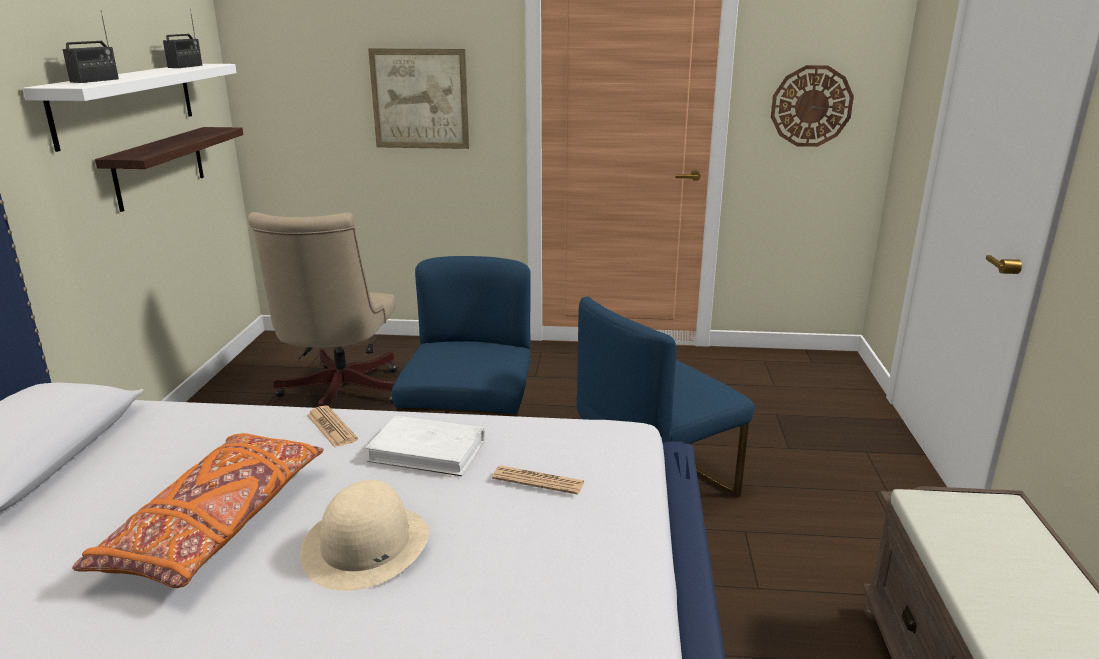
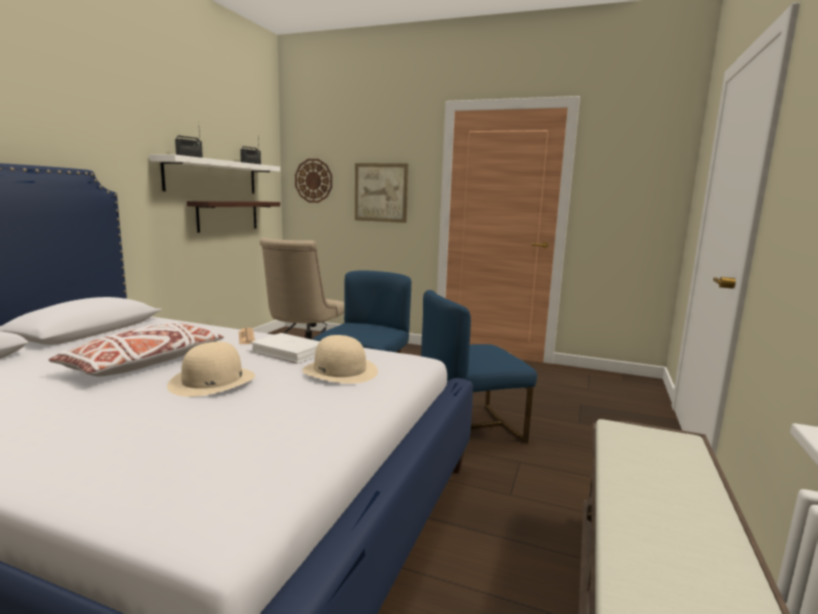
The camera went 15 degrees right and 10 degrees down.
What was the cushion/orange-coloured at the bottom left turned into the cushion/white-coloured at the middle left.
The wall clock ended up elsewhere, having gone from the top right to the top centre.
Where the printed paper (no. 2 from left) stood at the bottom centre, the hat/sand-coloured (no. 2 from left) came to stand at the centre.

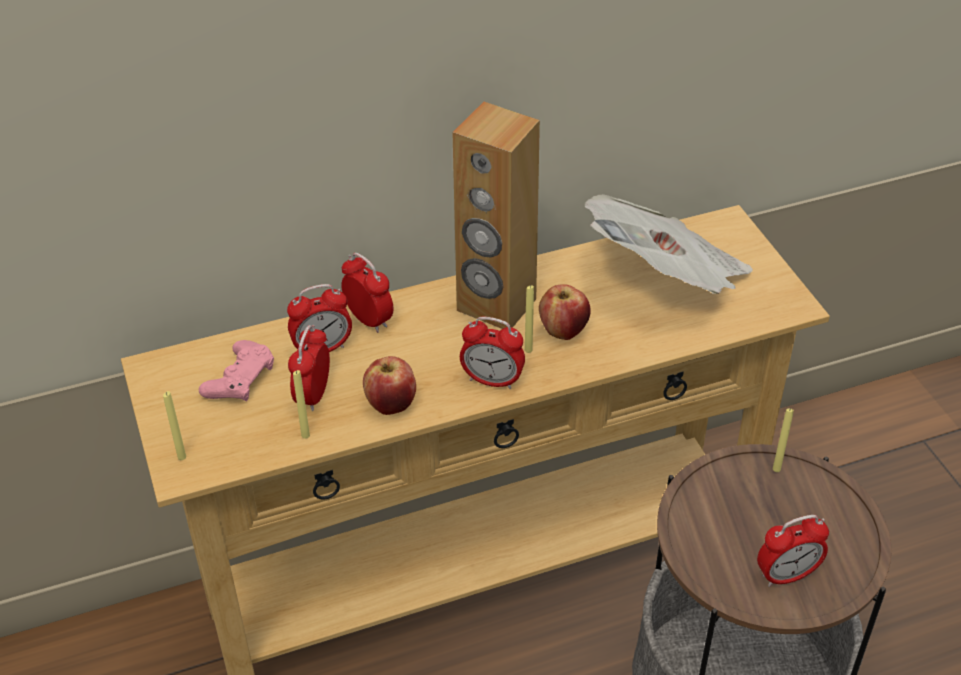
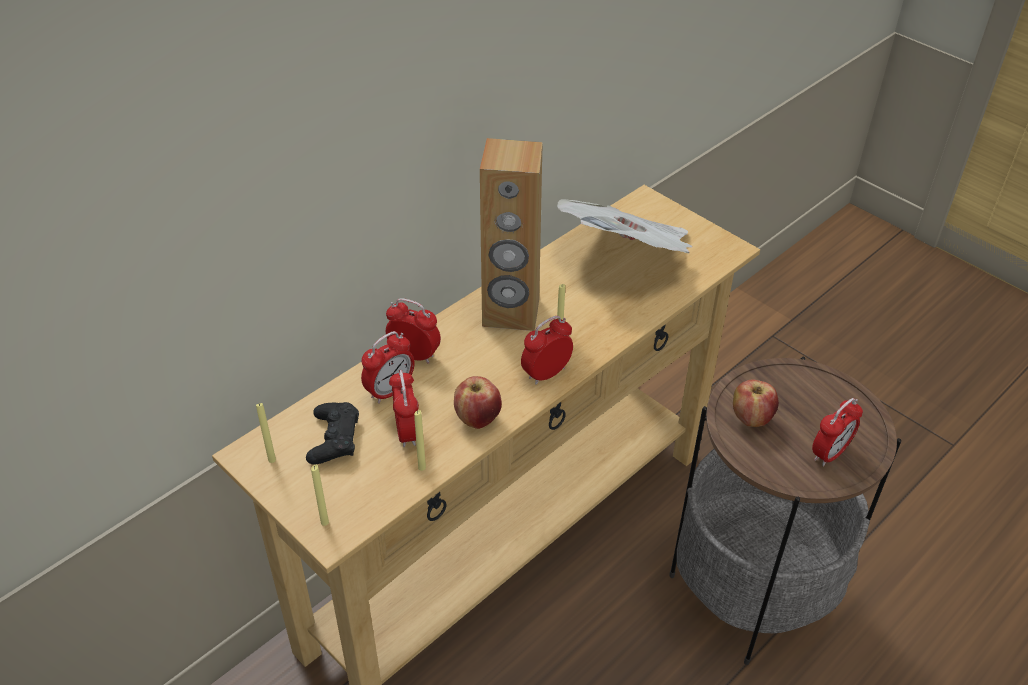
The camera went 25 degrees left and 0 degrees up.
The wax light/yellow-coloured (no. 4 from left in the first image) ended up elsewhere, having gone from the middle right to the middle left.
What was the joypad/pink at the middle left turned into the joypad/black at the middle left.
The bedside clock (no. 4 from left) at the centre ended up facing another way, 150 degrees clockwise from before.
The whole apple (no. 2 from left) ended up elsewhere, having gone from the centre to the middle right.

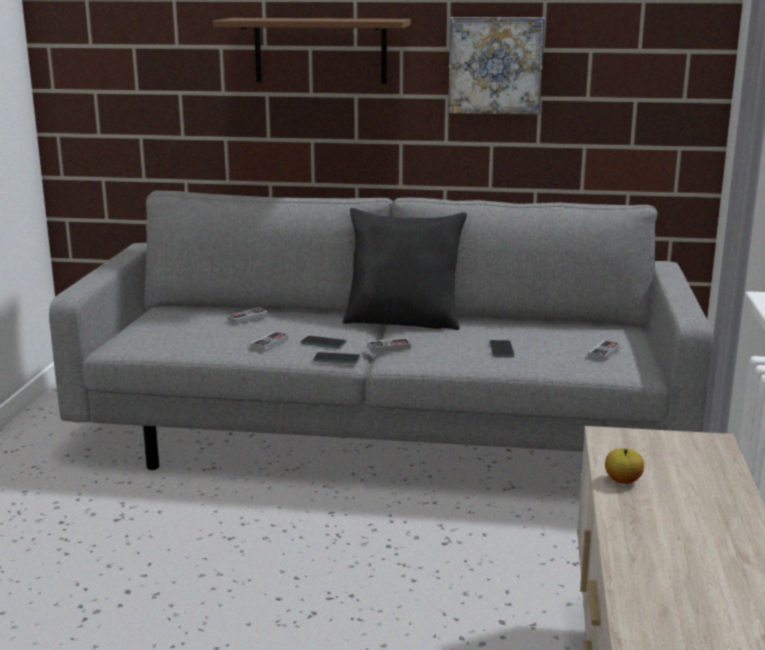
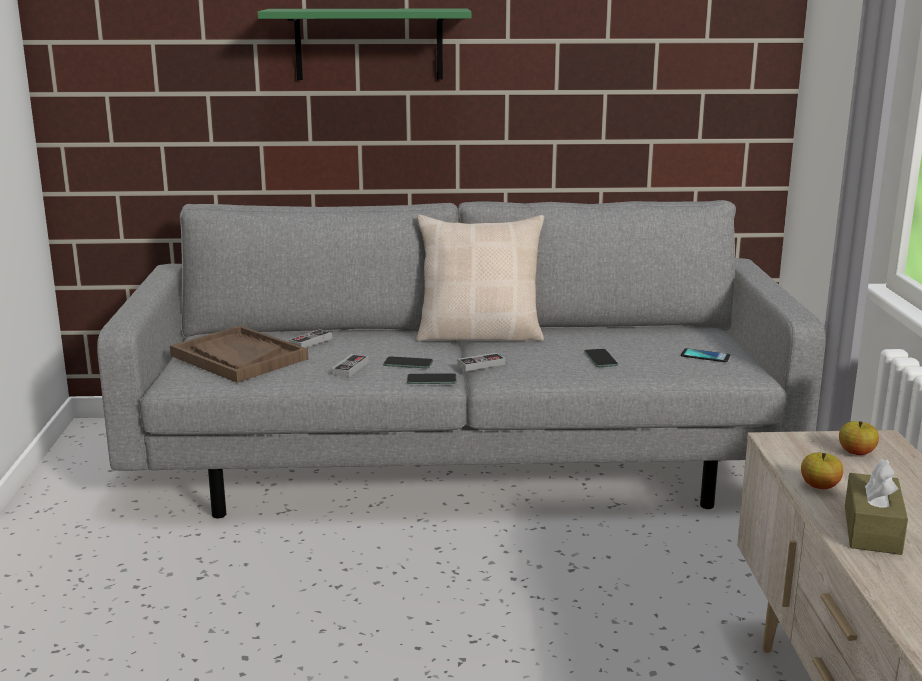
The camera went 10 degrees left and 0 degrees up.
The second view gained the serving tray/brown at the middle left.
What was the shelf/brown at the top centre turned into the shelf/greenish at the top centre.
What was the cushion/black at the centre turned into the cushion/sand-coloured at the centre.
Where the joypad (no. 4 from left) stood at the middle right, the handset (no. 4 from left) came to stand at the middle right.
The second view gained the whole apple (no. 2 from left) at the middle right.
The second view gained the tissue holder/brown at the bottom right.
The second view lost the wall picture at the top centre.

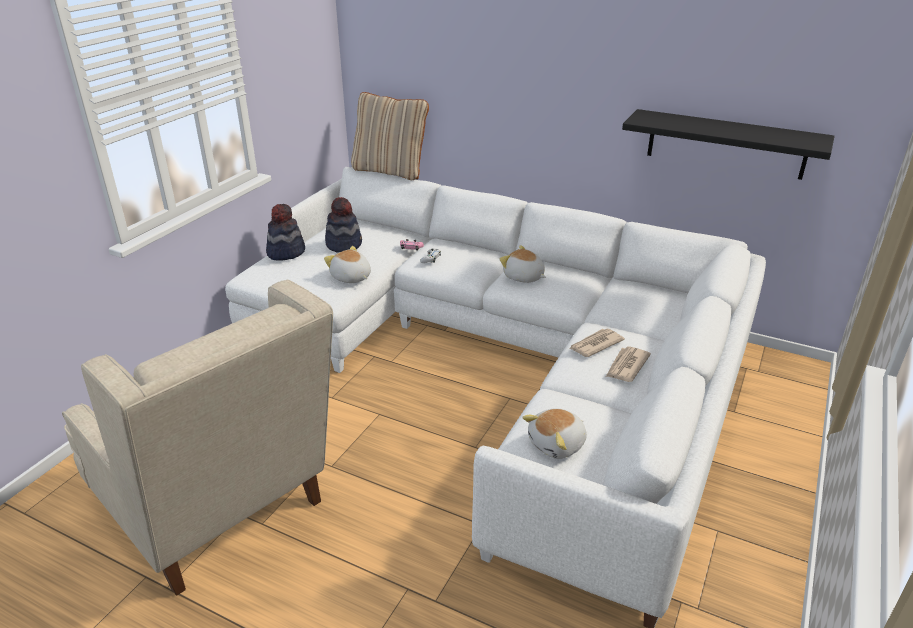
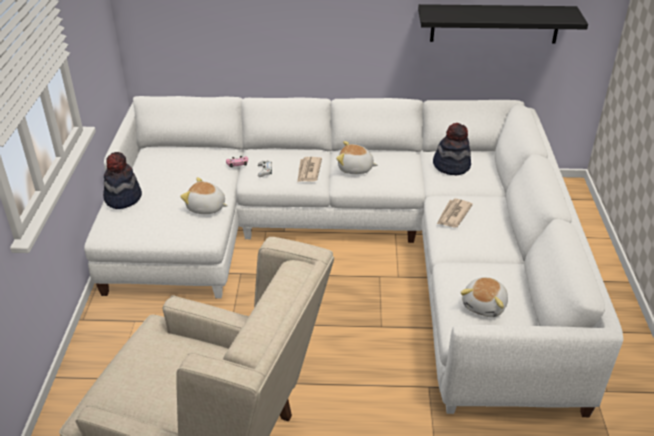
The camera went 25 degrees left and 5 degrees up.
The printed paper (no. 2 from left in the first image) ended up elsewhere, having gone from the middle right to the centre.
The hat (no. 2 from left) ended up elsewhere, having gone from the centre to the middle right.
The second view lost the cushion/sand-coloured at the top centre.

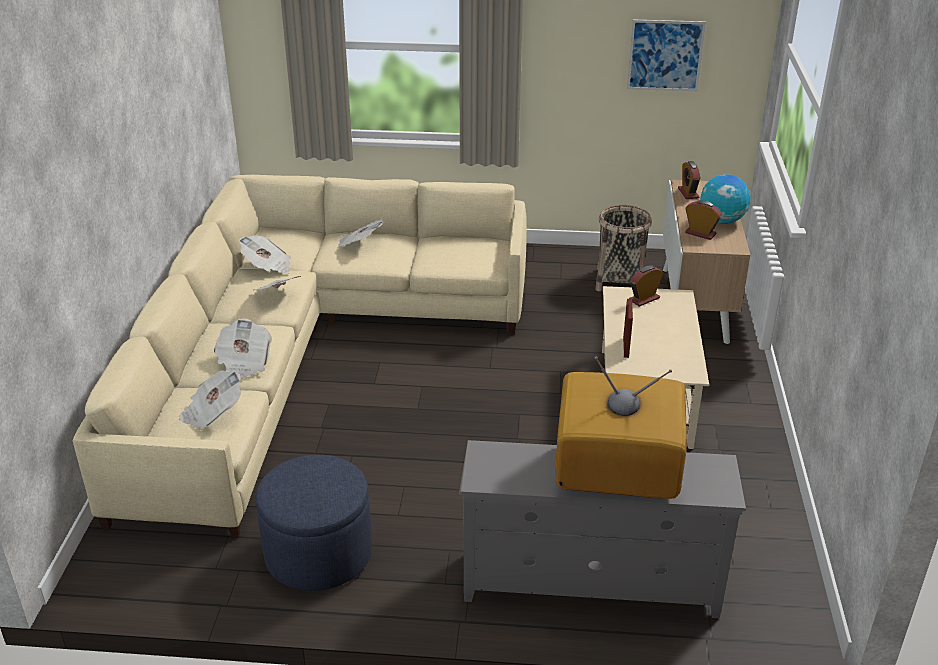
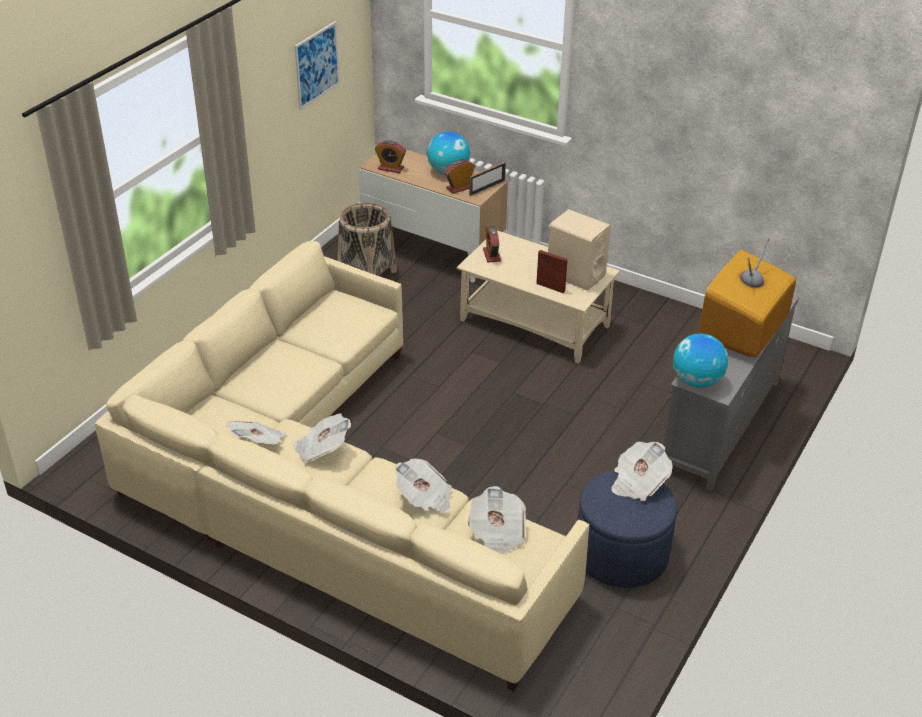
The camera went 65 degrees left and 5 degrees up.
The second view gained the standing frame (no. 1 from left) at the top centre.
The second view gained the speaker/sand-coloured at the centre.
The printed paper (no. 5 from left) ended up elsewhere, having gone from the centre to the middle right.
The second view gained the world globe (no. 2 from left) at the middle right.

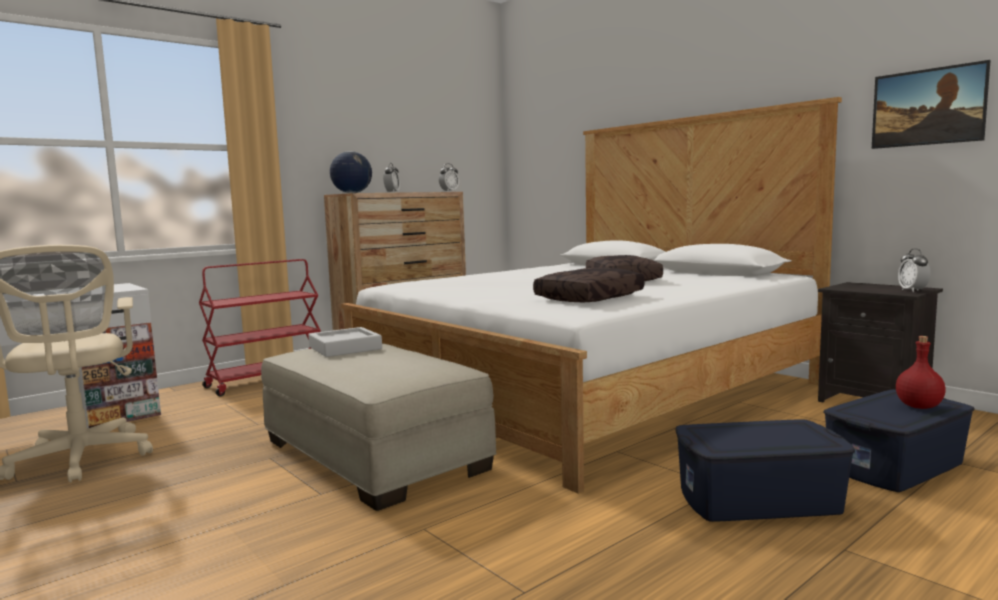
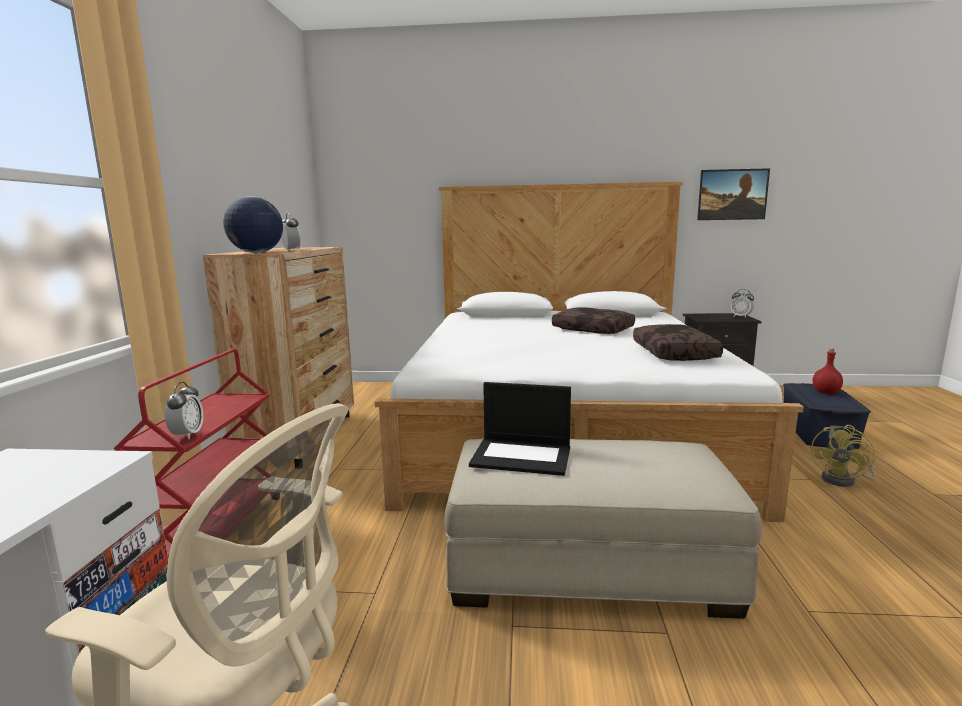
The camera went 45 degrees left and 5 degrees up.
The bedside clock (no. 2 from left in the first image) ended up elsewhere, having gone from the top centre to the middle left.
Where the serving tray/greyish stood at the centre, the notebook computer came to stand at the centre.
Where the storage container/blue (no. 1 from left) stood at the bottom right, the cooling fan/yellow-coloured came to stand at the middle right.

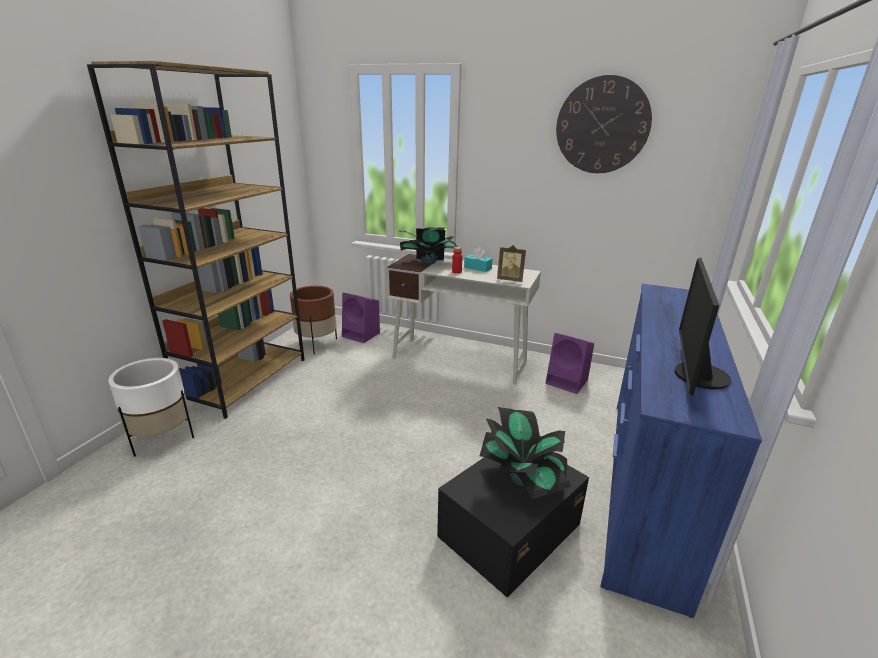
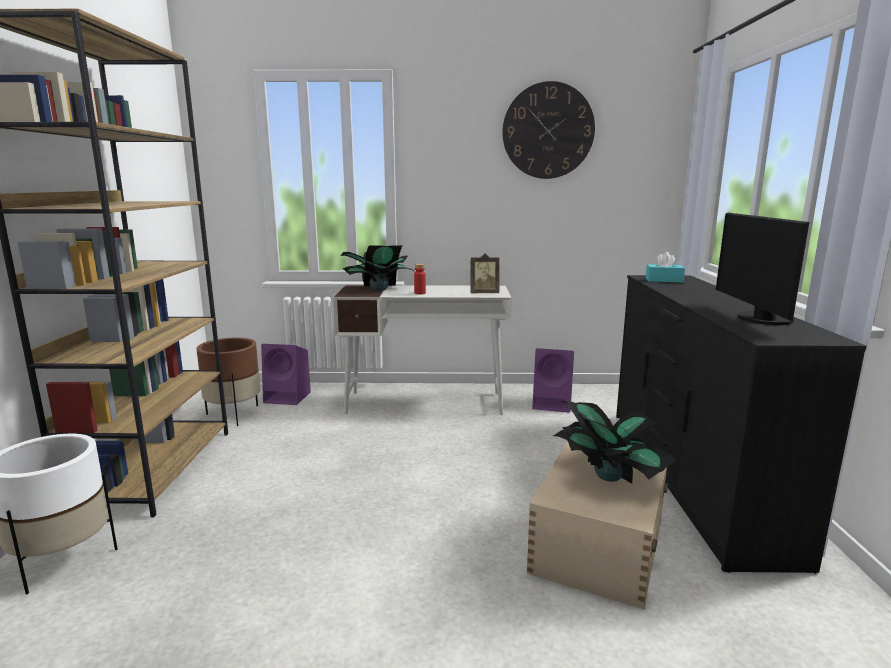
The camera went 20 degrees left and 10 degrees down.
What was the storage container/black at the bottom centre turned into the storage container/sand-coloured at the bottom right.
What was the drawer chest/blue at the bottom right turned into the drawer chest/black at the middle right.
The tissue holder/blue-green ended up elsewhere, having gone from the centre to the middle right.

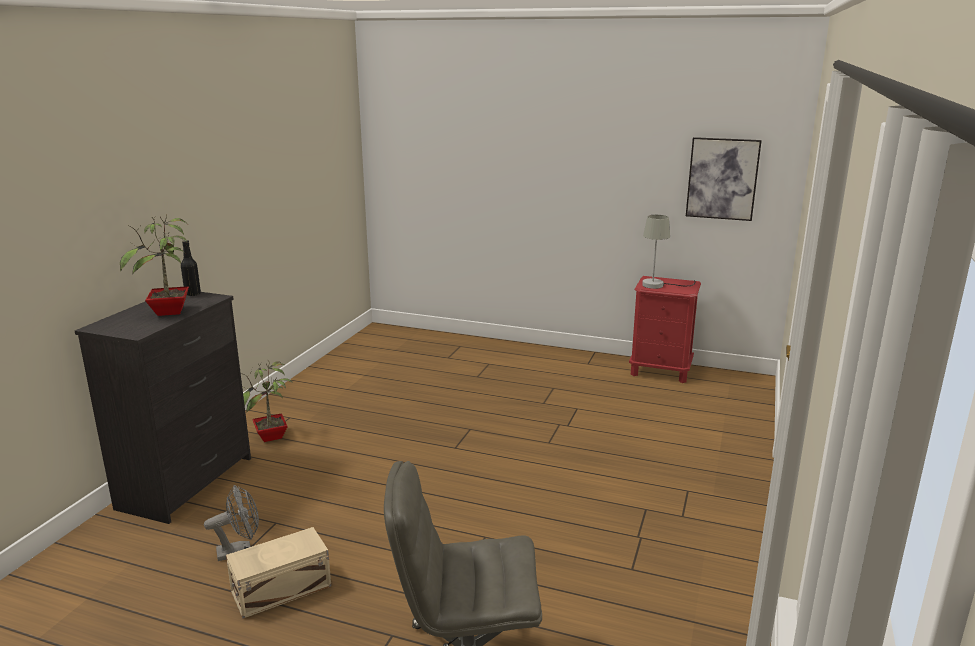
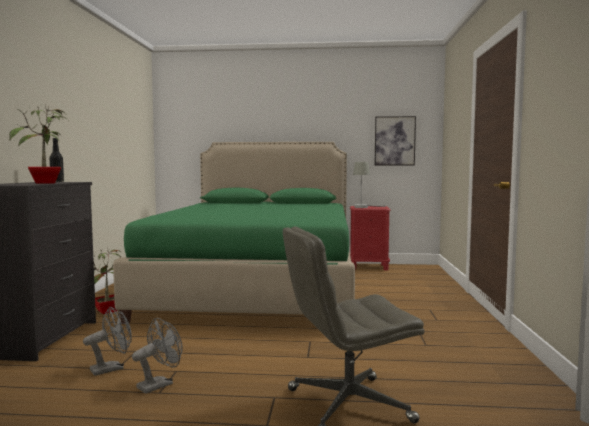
The camera went 15 degrees left and 15 degrees down.
The second view gained the sleeping bed/greenish at the centre.
Where the storage container/sand-coloured stood at the bottom left, the cooling fan/greyish (no. 2 from left) came to stand at the bottom left.

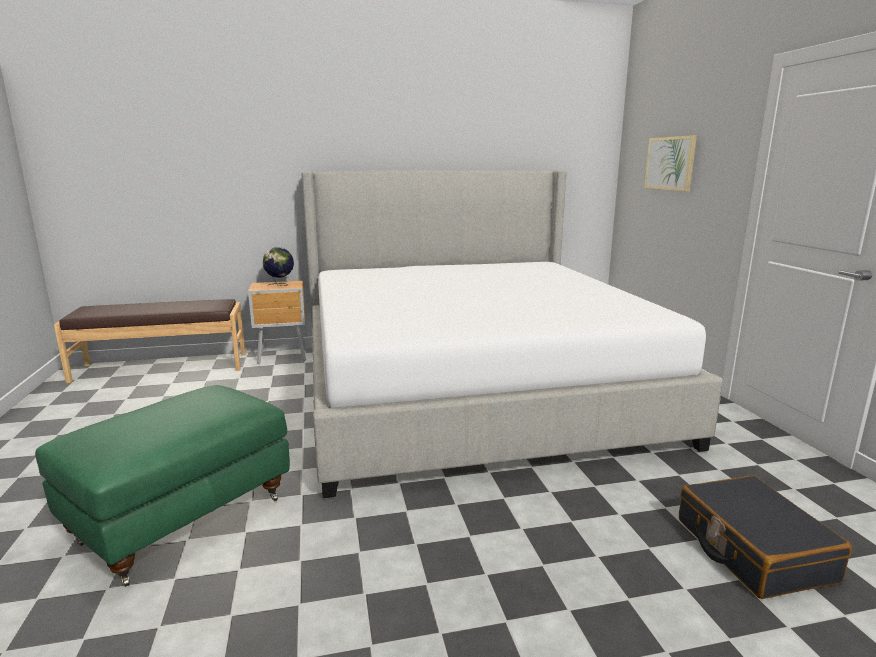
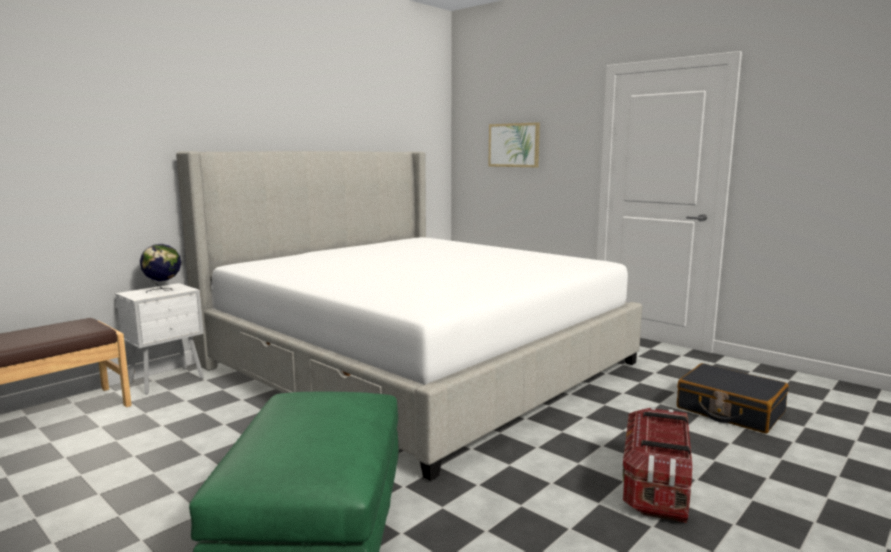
The camera went 35 degrees left and 5 degrees down.
What was the nightstand/brown at the middle left turned into the nightstand/white-coloured at the middle left.
The second view gained the storage container at the bottom right.

